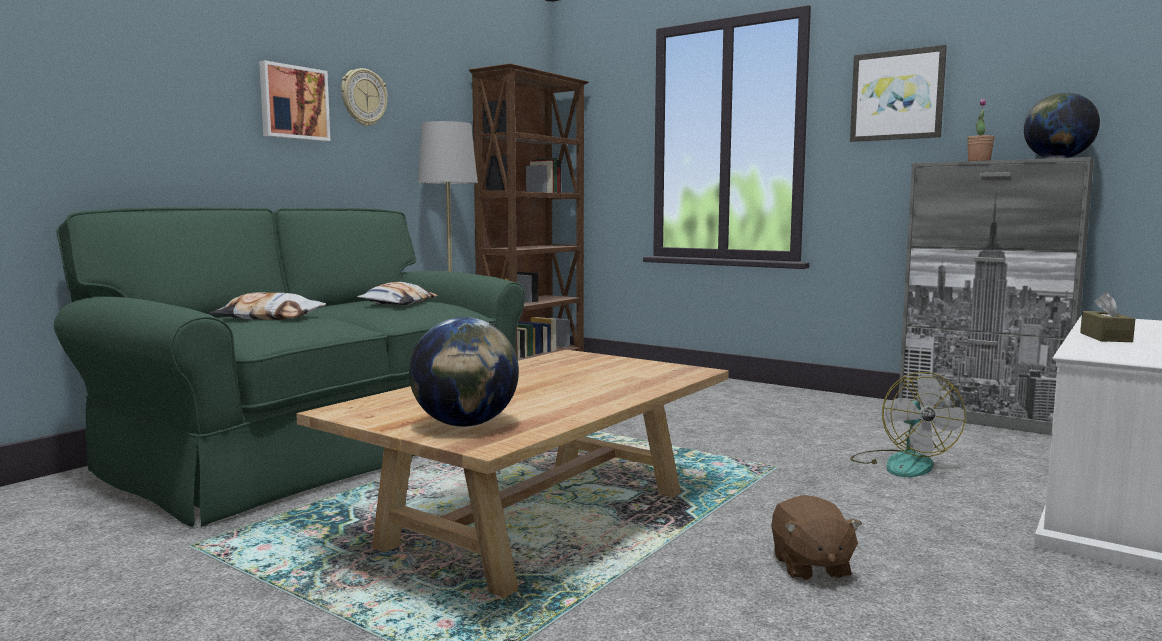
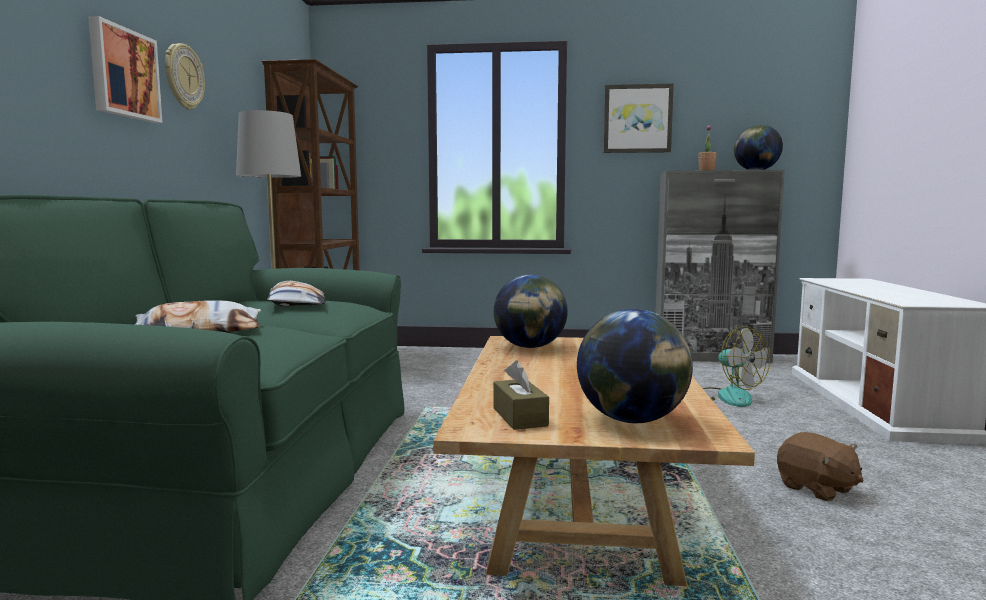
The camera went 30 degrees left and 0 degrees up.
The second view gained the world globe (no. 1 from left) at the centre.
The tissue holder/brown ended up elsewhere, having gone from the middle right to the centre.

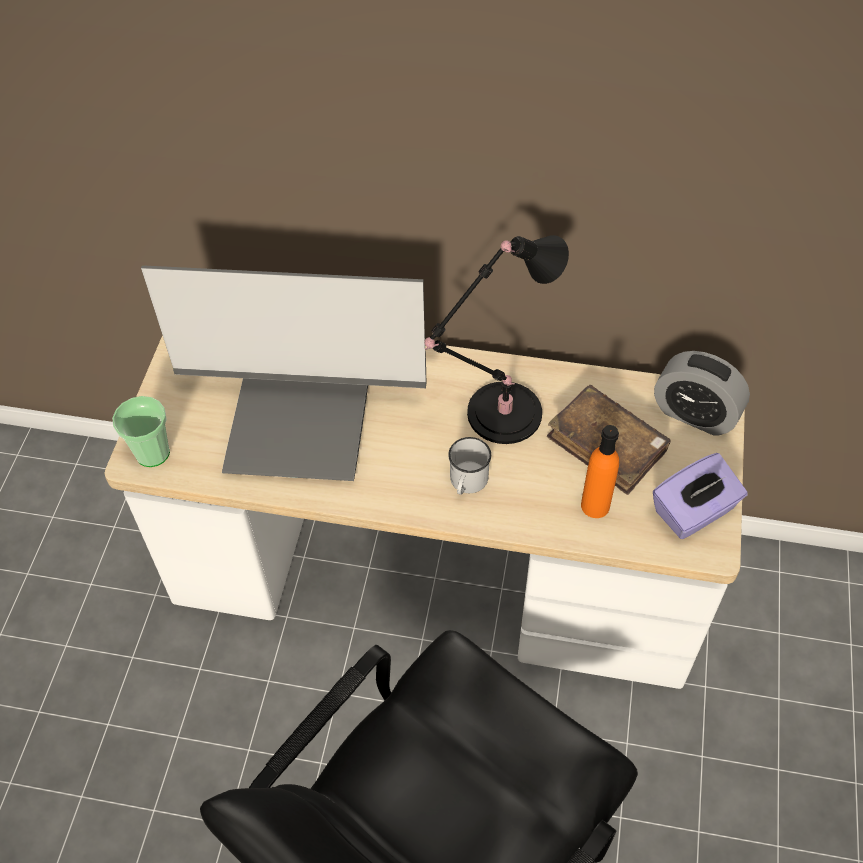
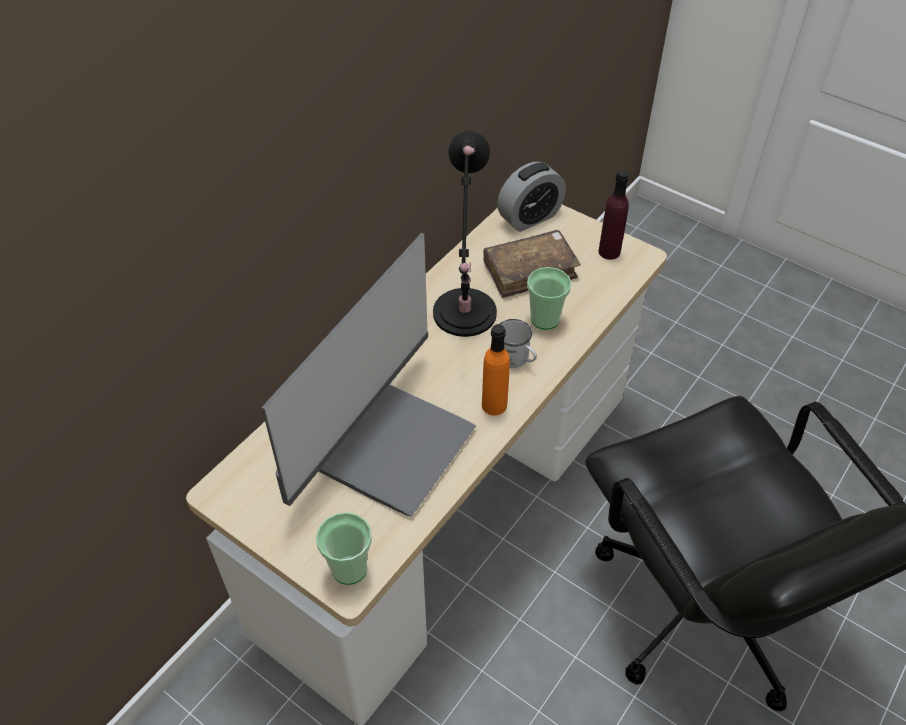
The camera went 65 degrees left and 5 degrees down.
The bottle/orange-coloured ended up elsewhere, having gone from the middle right to the centre.
The second view gained the drinking cup (no. 2 from left) at the centre.
Where the tissue holder/purplish stood at the middle right, the bottle/purplish came to stand at the top right.

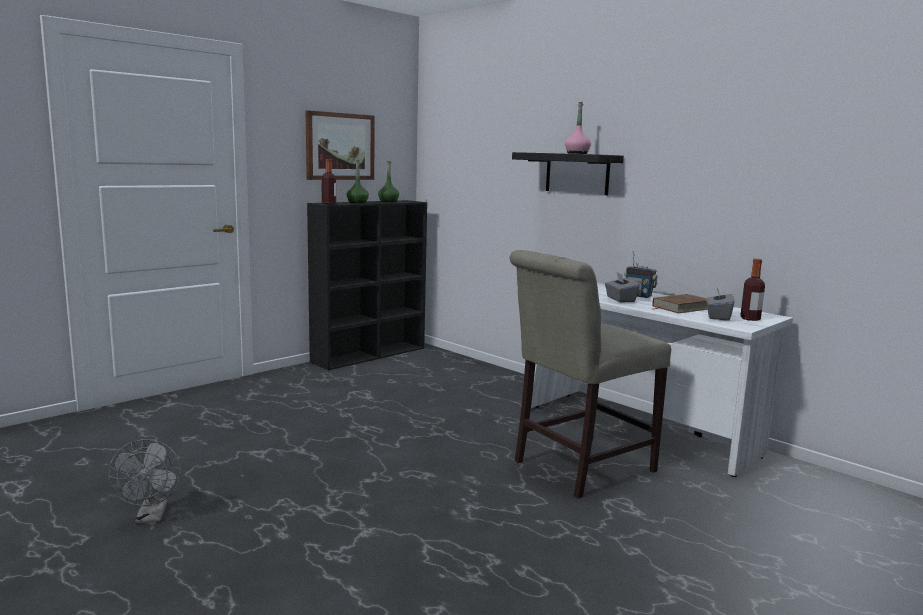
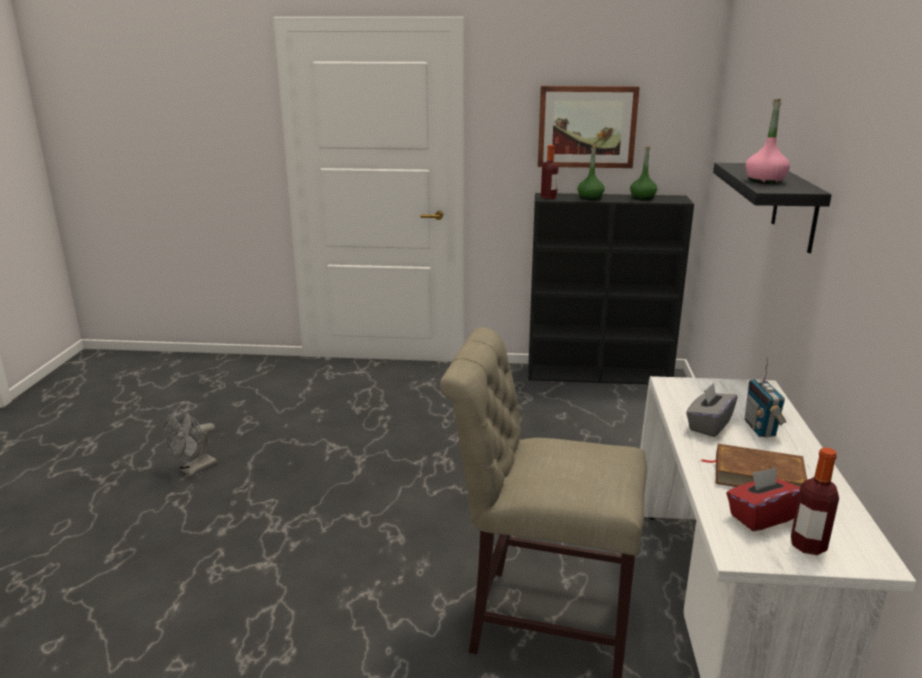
The camera went 50 degrees right and 10 degrees up.
What was the tissue holder/greyish (no. 2 from left) at the middle right turned into the tissue holder/reddish at the bottom right.

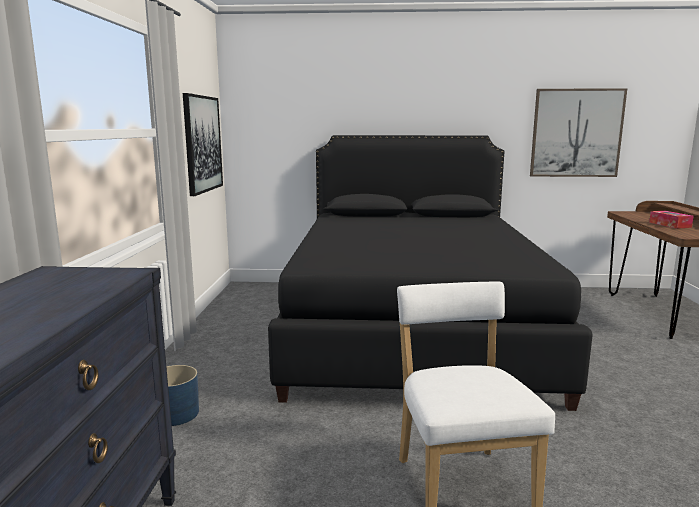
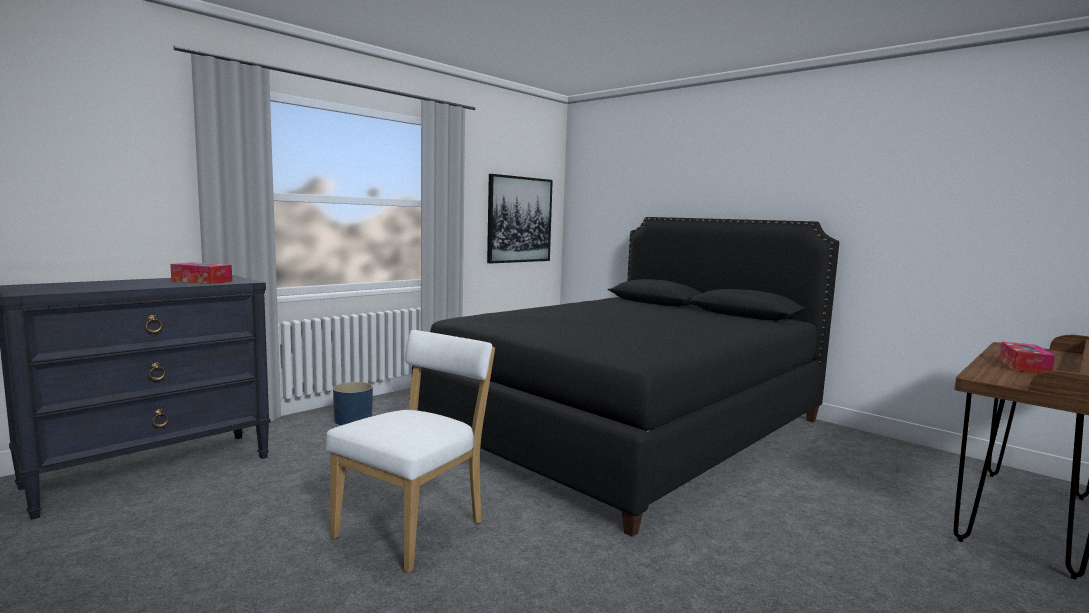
The camera went 40 degrees right and 5 degrees down.
The second view gained the tissue holder (no. 1 from left) at the middle left.
The second view lost the wall picture (no. 2 from left) at the top right.

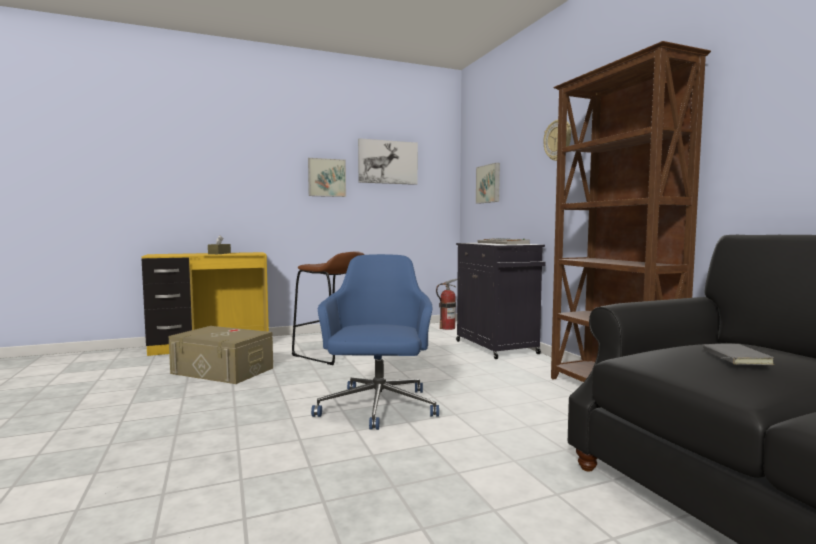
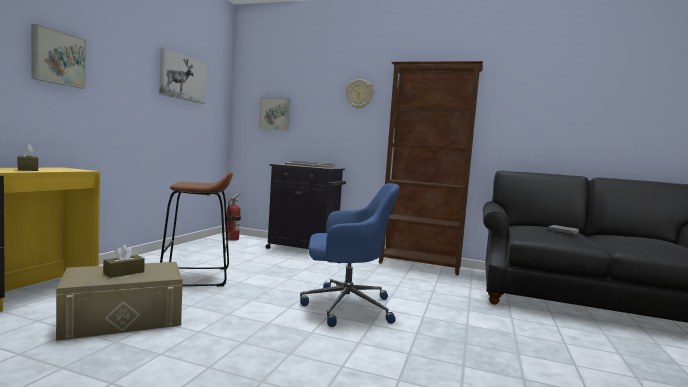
The camera went 50 degrees left and 0 degrees up.
The wall picture (no. 1 from left) ended up elsewhere, having gone from the top centre to the top left.
The second view gained the tissue holder/brown (no. 2 from left) at the bottom left.
The computer chair/blue at the centre ended up facing another way, 135 degrees clockwise from before.

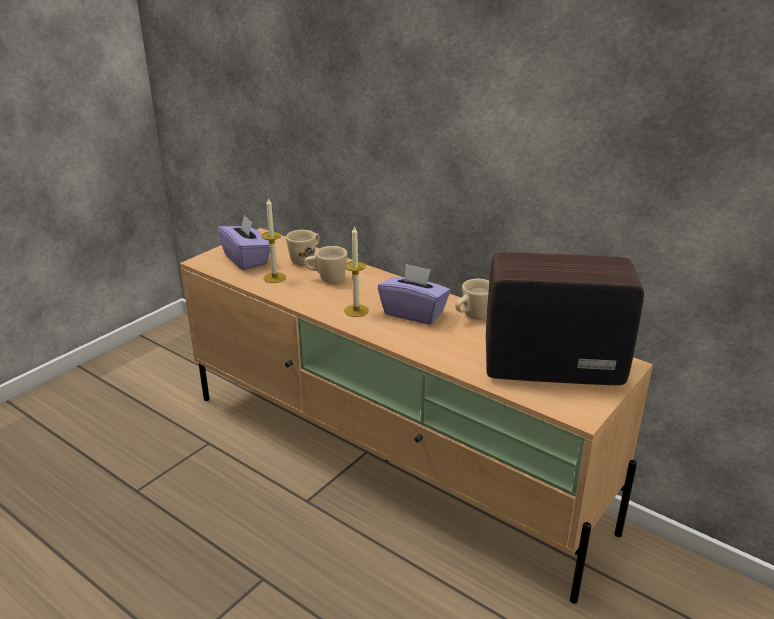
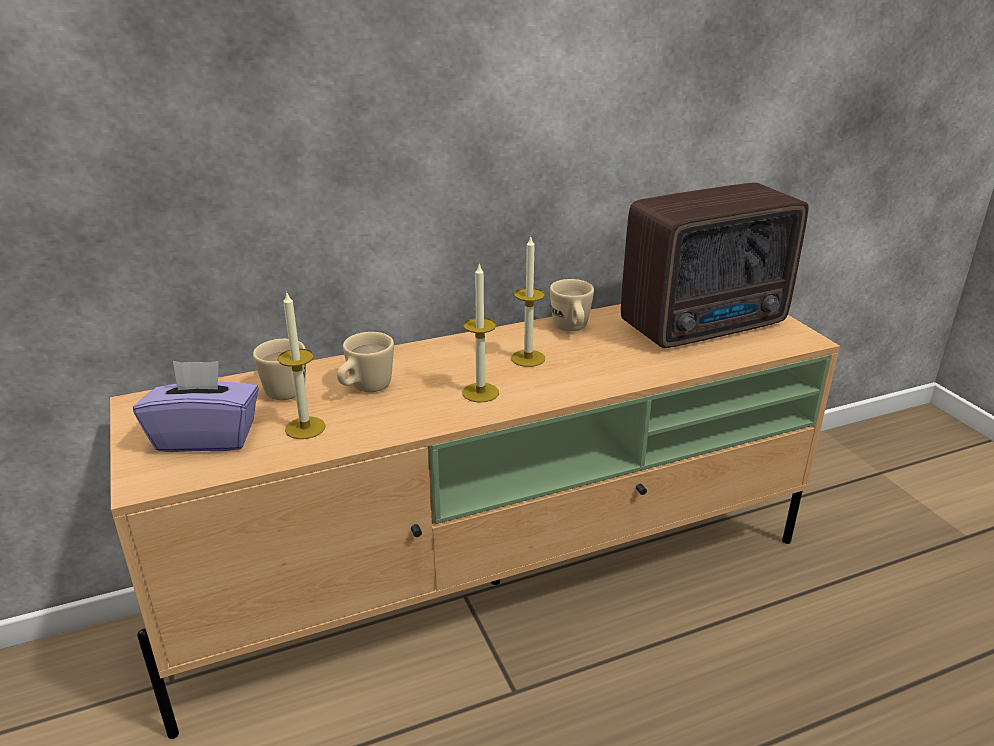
The camera went 60 degrees left and 0 degrees up.
Where the tissue holder/purplish (no. 2 from left) stood at the centre, the wax light (no. 3 from left) came to stand at the centre.
The radio at the middle right ended up facing another way, 150 degrees counterclockwise from before.

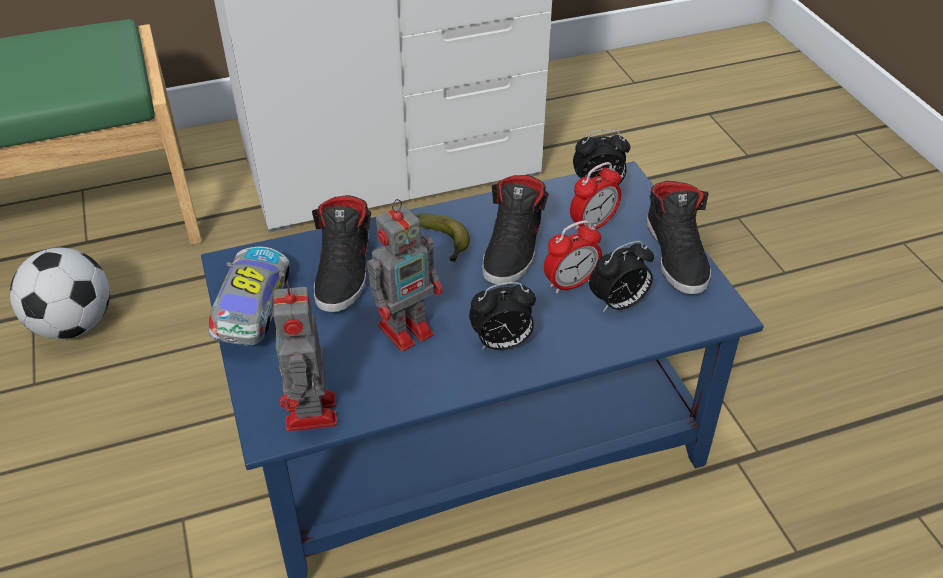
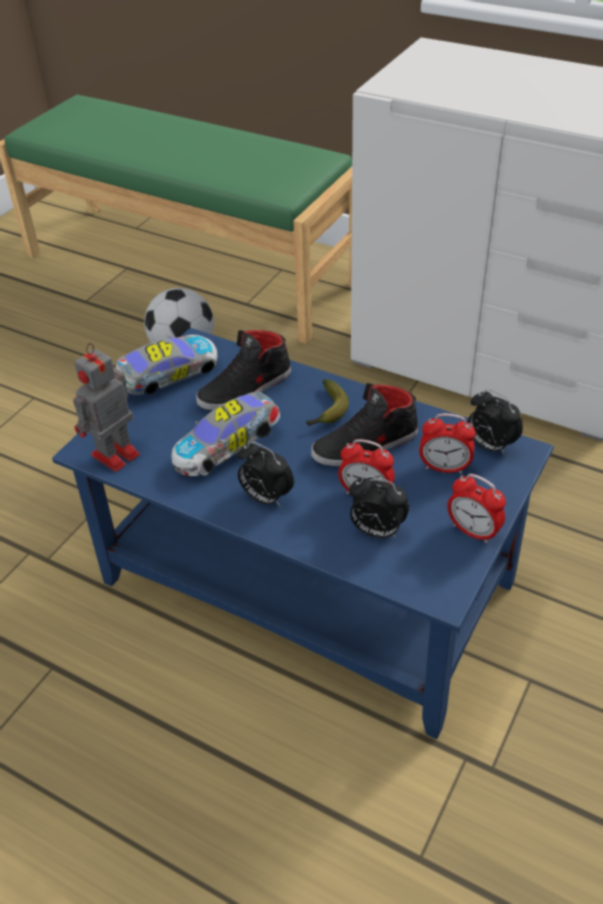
The camera went 50 degrees right and 0 degrees up.
Where the robot figure (no. 2 from left) stood at the centre, the miniature car (no. 2 from left) came to stand at the centre.
Where the low shoe/black (no. 3 from left) stood at the middle right, the bedside clock (no. 5 from left) came to stand at the middle right.

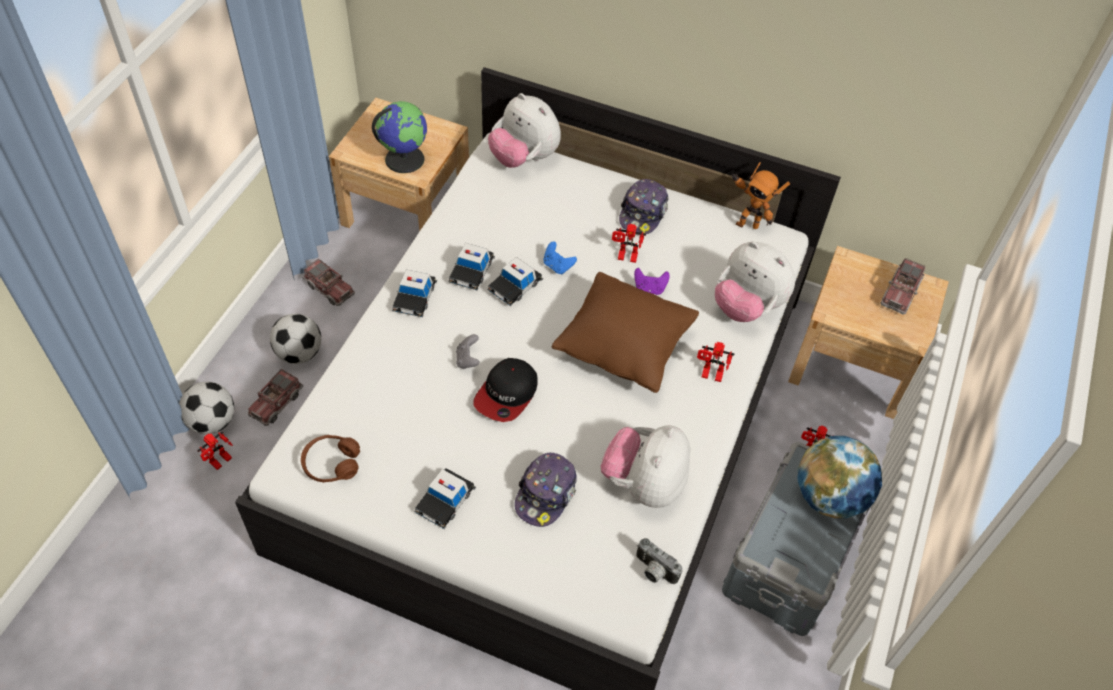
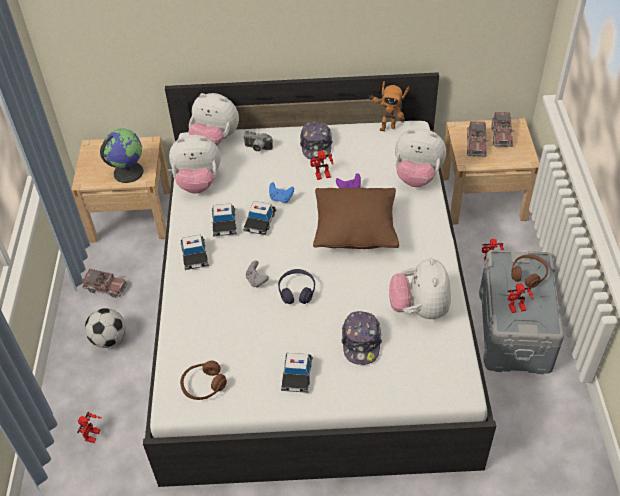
The camera went 20 degrees left and 5 degrees down.
The second view gained the plush toy (no. 1 from left) at the top left.
The photo camera ended up elsewhere, having gone from the bottom centre to the top centre.
Where the cap (no. 1 from left) stood at the centre, the headset/purplish came to stand at the centre.
The model truck (no. 1 from left in the first image) ended up elsewhere, having gone from the middle left to the top right.
The robot figure (no. 3 from left in the first image) ended up elsewhere, having gone from the centre to the middle right.
Where the world globe (no. 2 from left) stood at the bottom right, the headset/brown (no. 2 from left) came to stand at the middle right.
The second view lost the football ball (no. 1 from left) at the middle left.

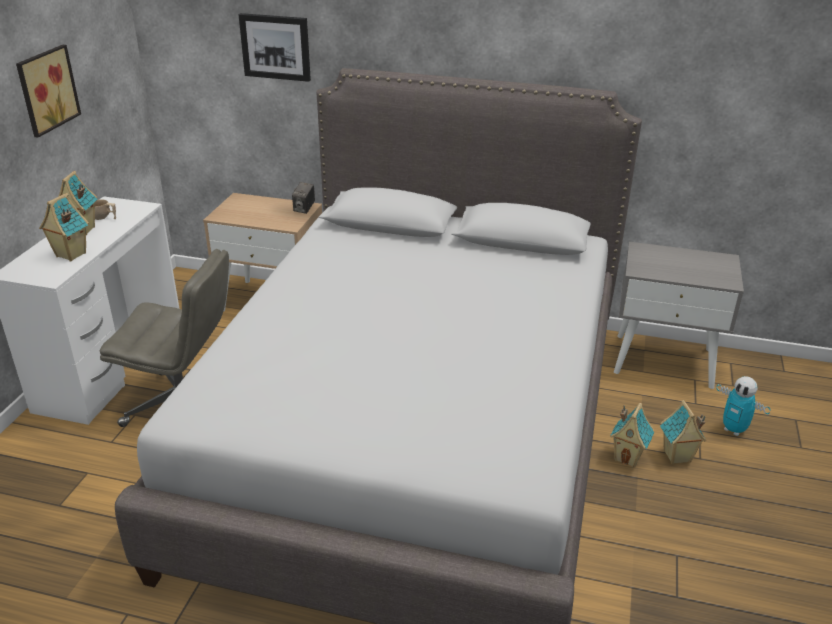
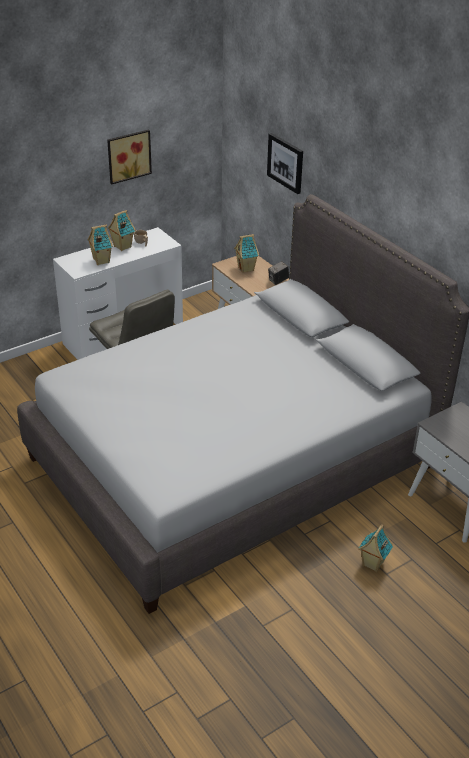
The camera went 40 degrees right and 5 degrees up.
The miniature house (no. 3 from left) ended up elsewhere, having gone from the bottom right to the centre.
The second view lost the robot figure at the middle right.

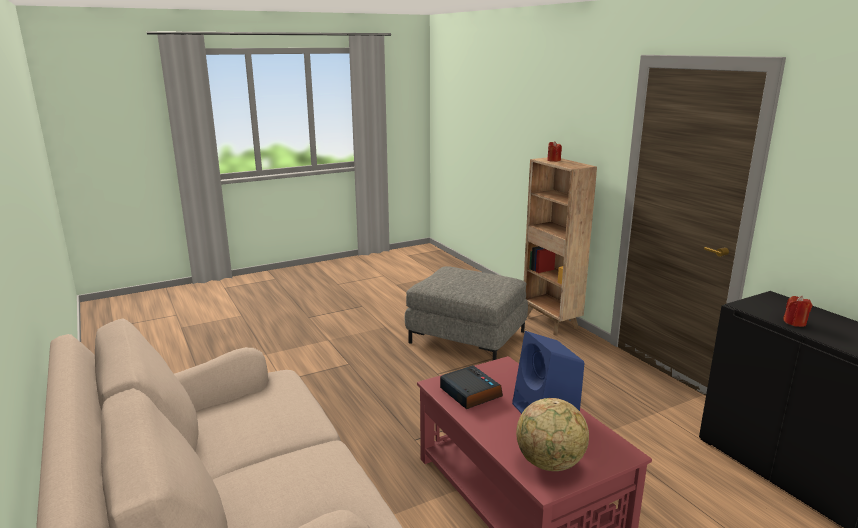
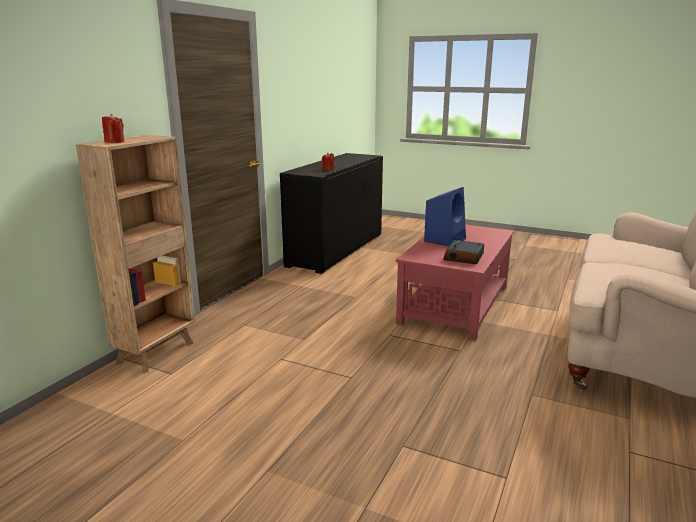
The camera went 125 degrees left and 0 degrees up.
The second view lost the pouffe/greyish at the centre.
The second view lost the world globe at the bottom centre.

